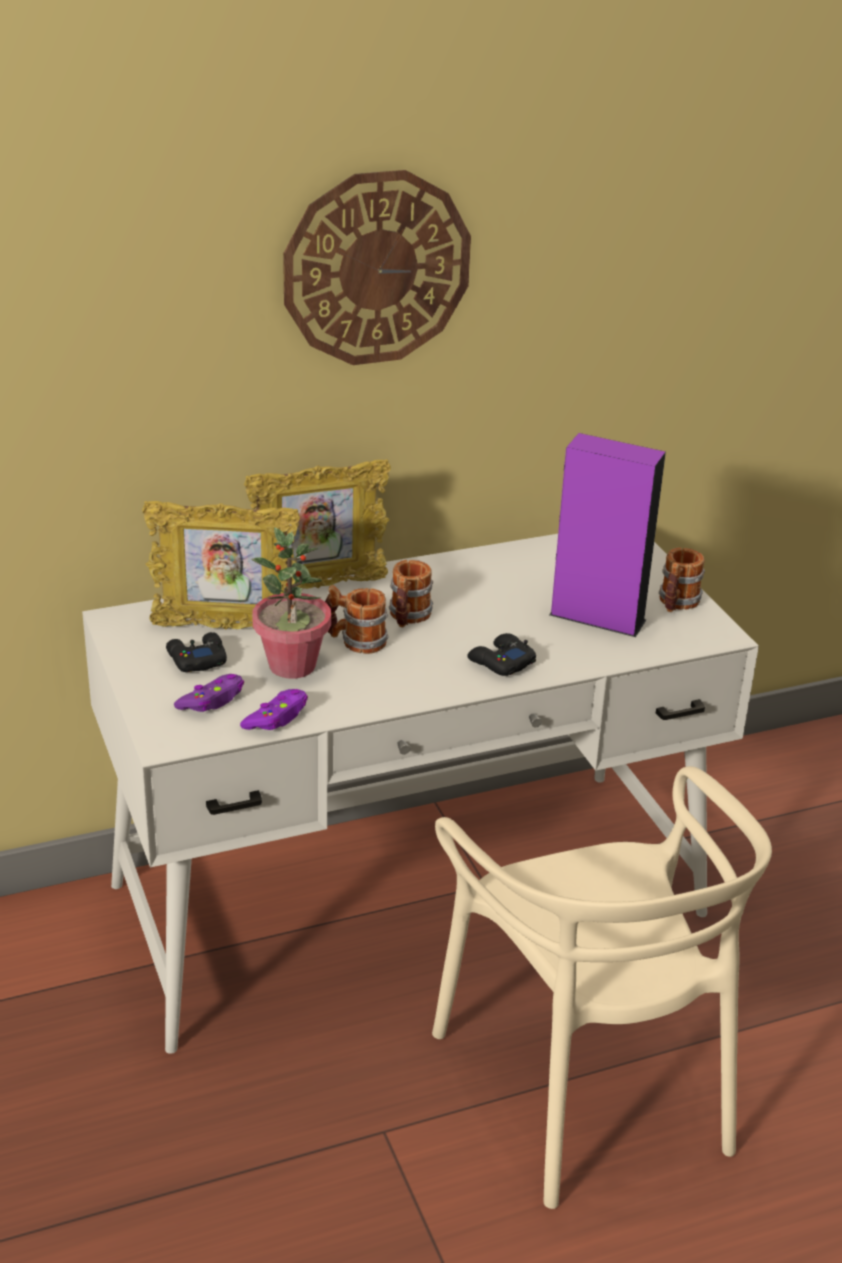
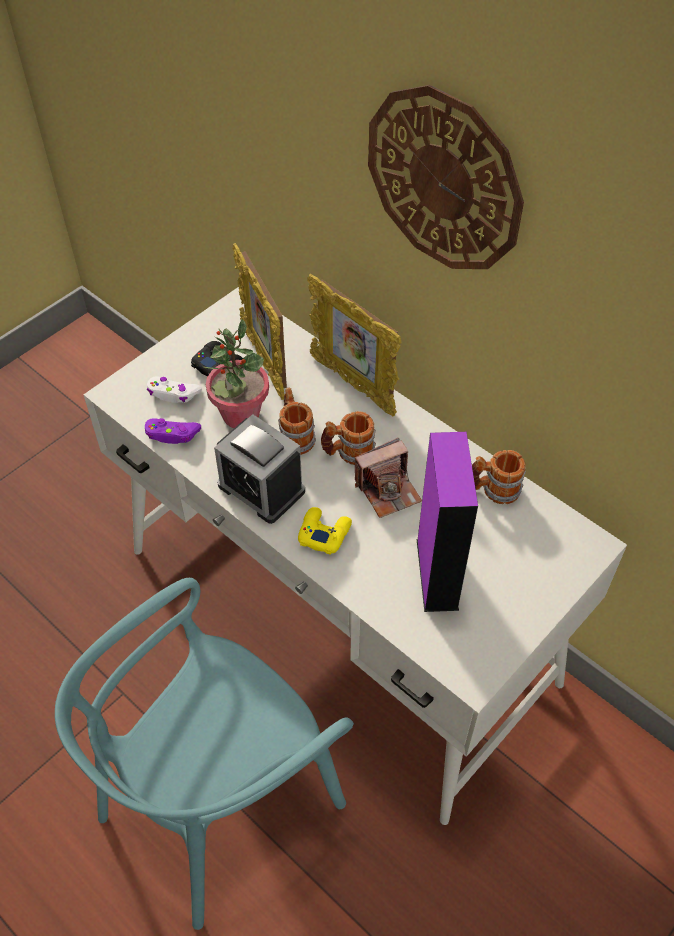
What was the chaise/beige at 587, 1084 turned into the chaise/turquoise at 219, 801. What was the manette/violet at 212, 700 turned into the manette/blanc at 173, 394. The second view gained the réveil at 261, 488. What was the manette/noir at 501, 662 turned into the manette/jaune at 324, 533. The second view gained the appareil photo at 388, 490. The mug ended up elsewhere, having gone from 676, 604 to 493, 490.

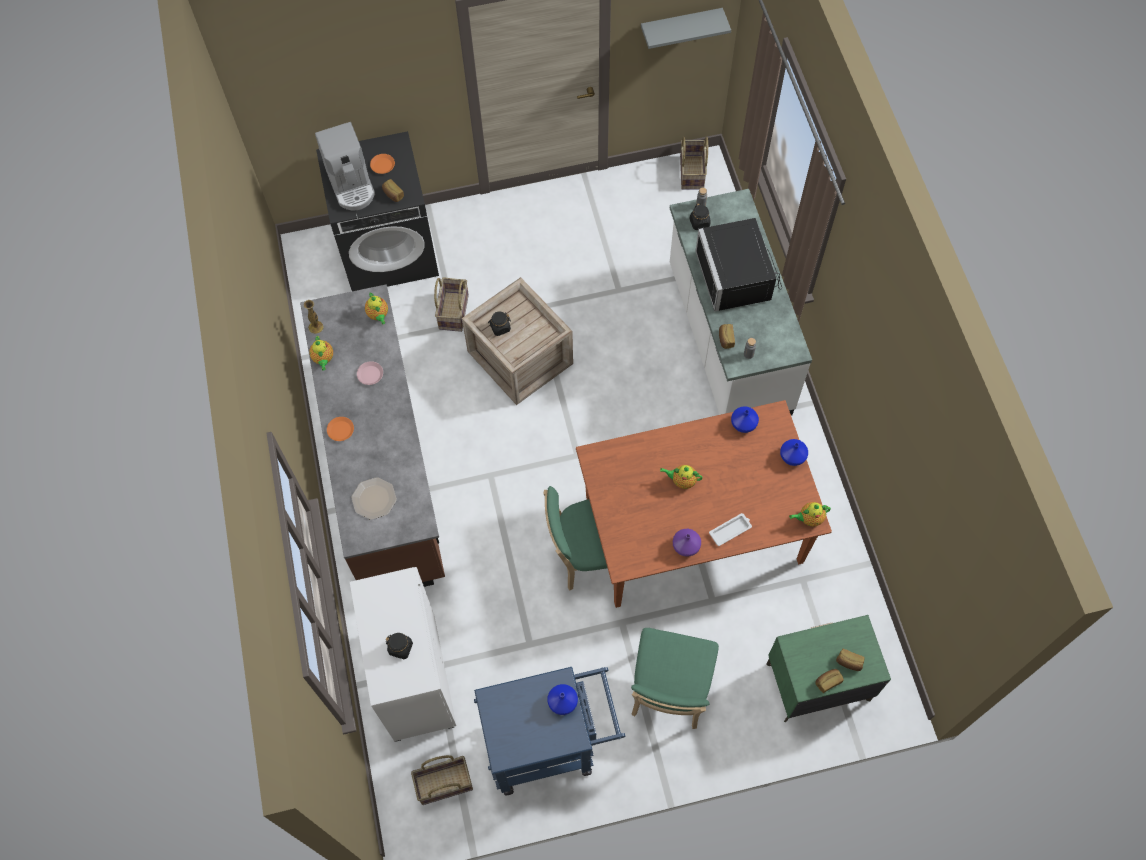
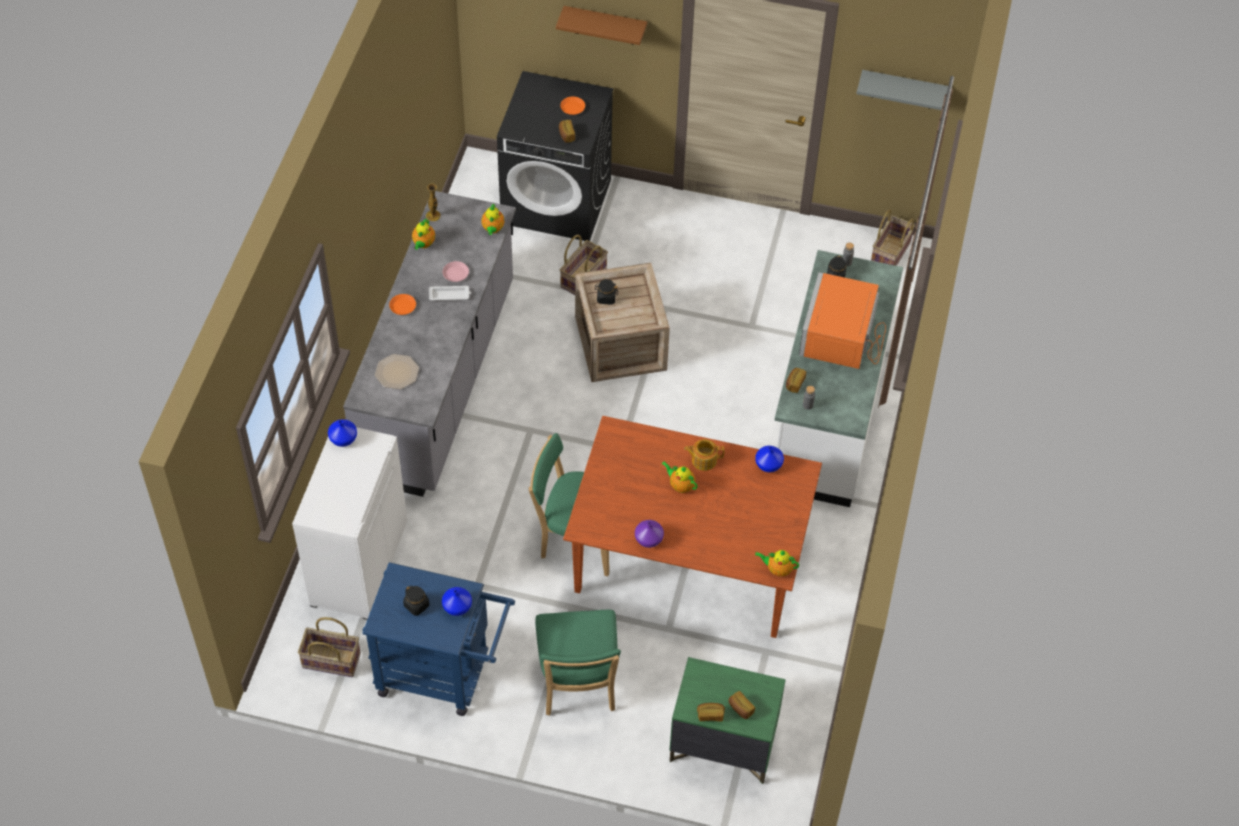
The vase/bleu ended up elsewhere, having gone from 792, 456 to 343, 439. What was the comptoir de cuisine/marron at 385, 468 turned into the comptoir de cuisine/gris at 440, 382. The bocal/noir ended up elsewhere, having gone from 401, 648 to 416, 605. The plateau/blanc ended up elsewhere, having gone from 730, 530 to 450, 295. The chaise/vert at 668, 693 ended up facing another way, 45 degrees counterclockwise from before. The second view gained the étagère/marron at 605, 25. The second view gained the théière at 703, 460. What was the micro-ondes/noir at 739, 276 turned into the micro-ondes/orange at 843, 337. The second view lost the machine à café at 351, 185.

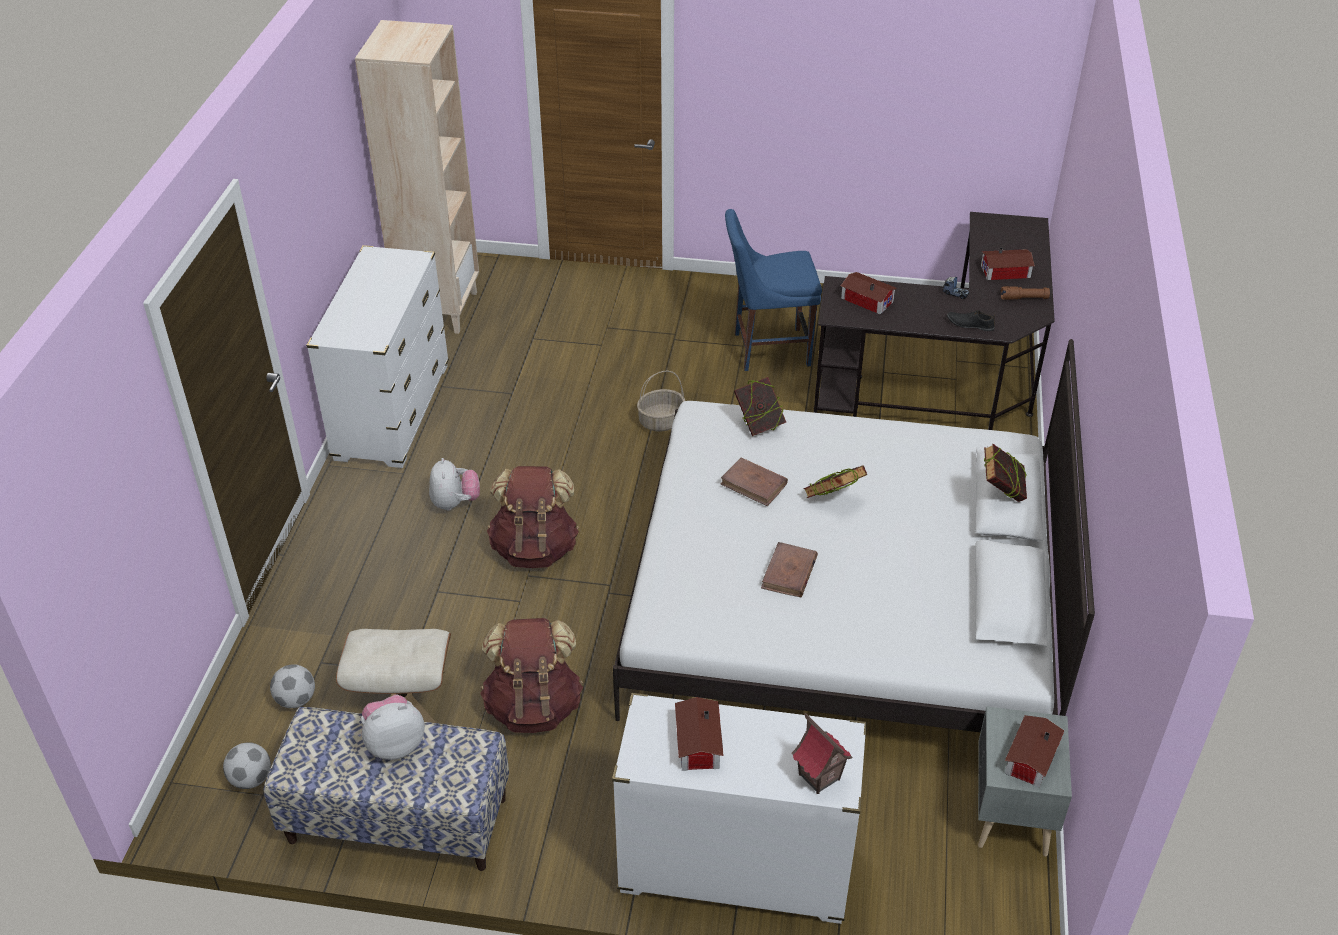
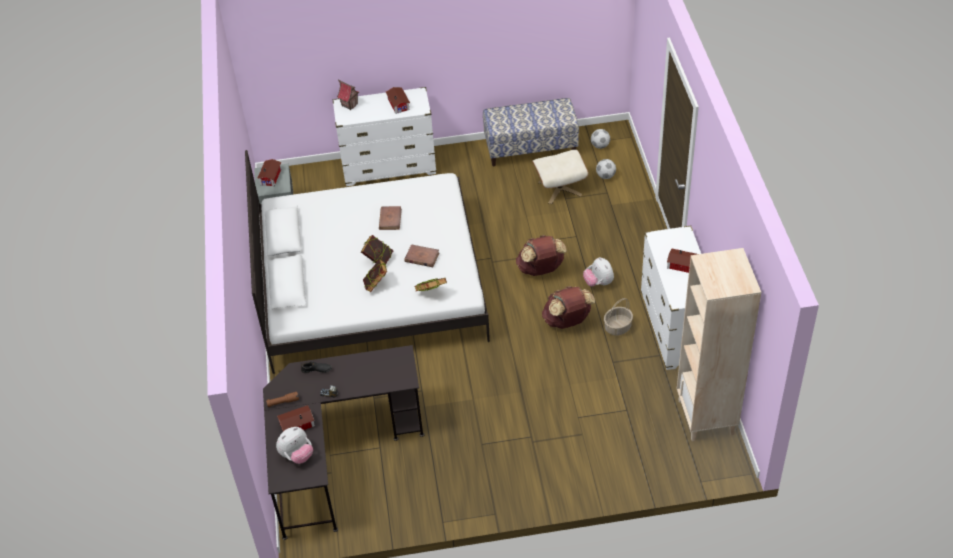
The peluche ended up elsewhere, having gone from 394, 744 to 297, 455. The livre ended up elsewhere, having gone from 1001, 492 to 376, 285. The sac à dos/marron ended up elsewhere, having gone from 534, 706 to 567, 321. The panier ended up elsewhere, having gone from 661, 422 to 617, 327. The maison miniature ended up elsewhere, having gone from 866, 299 to 683, 266. The second view lost the chaise/bleu at 767, 349.

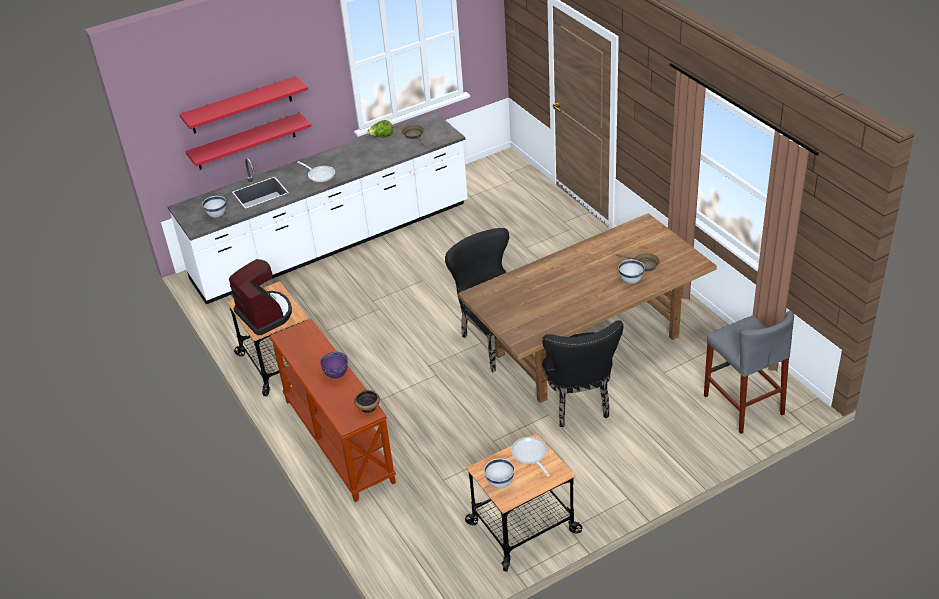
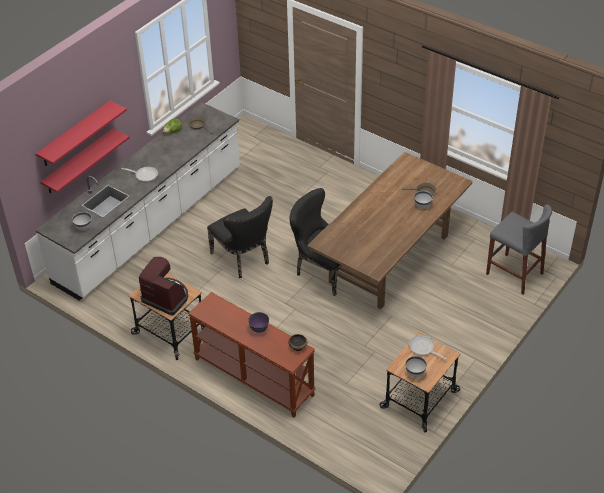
The chaise/noir ended up elsewhere, having gone from 576, 403 to 243, 259.

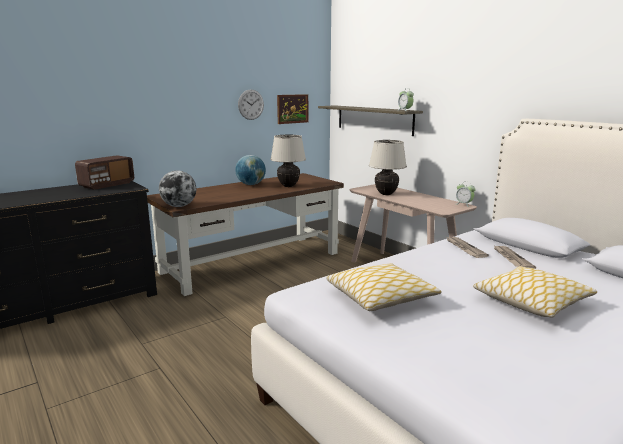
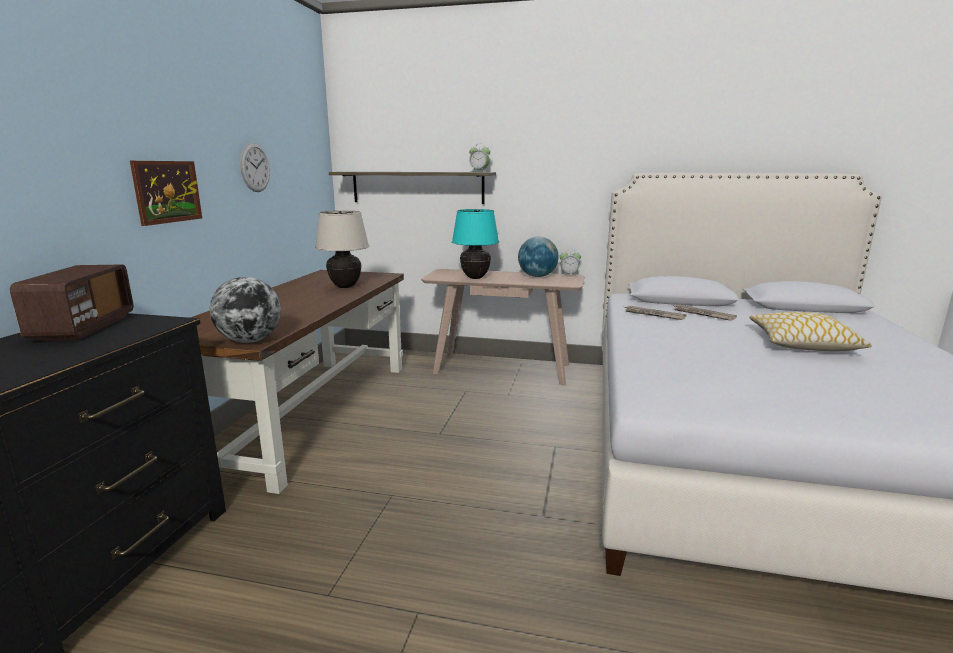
The tableau ended up elsewhere, having gone from 292, 109 to 167, 191. What was the lampe de table/beige at 386, 194 turned into the lampe de table/turquoise at 475, 277. The globe ended up elsewhere, having gone from 251, 184 to 537, 276. The second view lost the coussin at 380, 297.

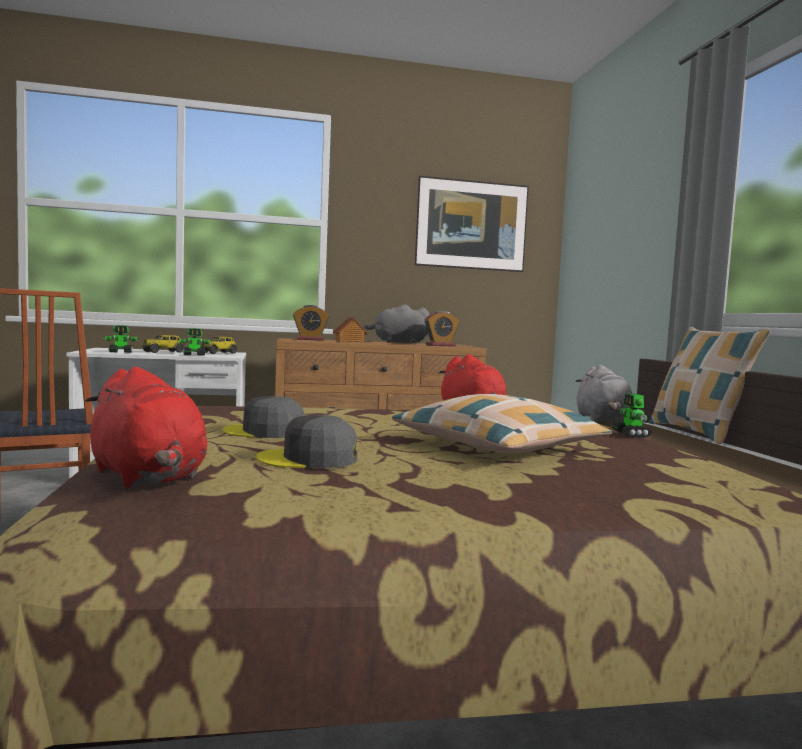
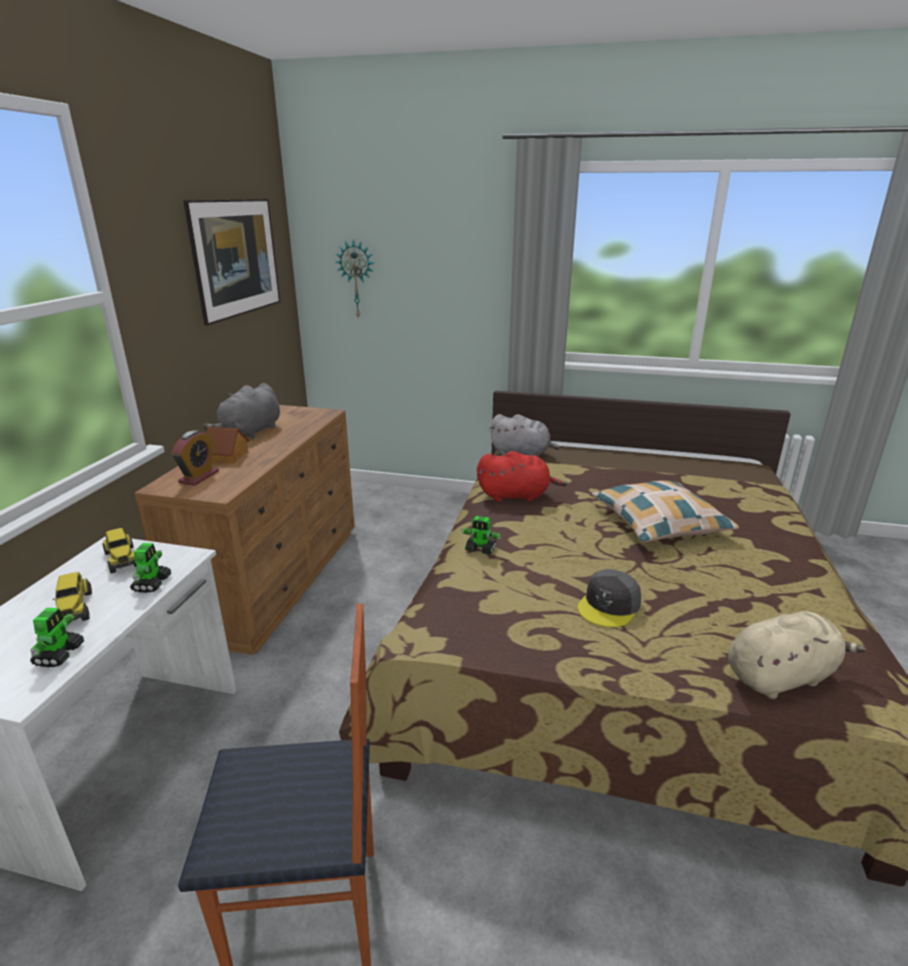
The second view gained the horloge murale at 357, 279. The robot jouet ended up elsewhere, having gone from 631, 435 to 481, 549. What was the peluche/rouge at 148, 478 turned into the peluche/beige at 781, 676. The second view lost the casquette/gris at 309, 459. The second view lost the réveil at 440, 345. The second view lost the coussin at 698, 433.

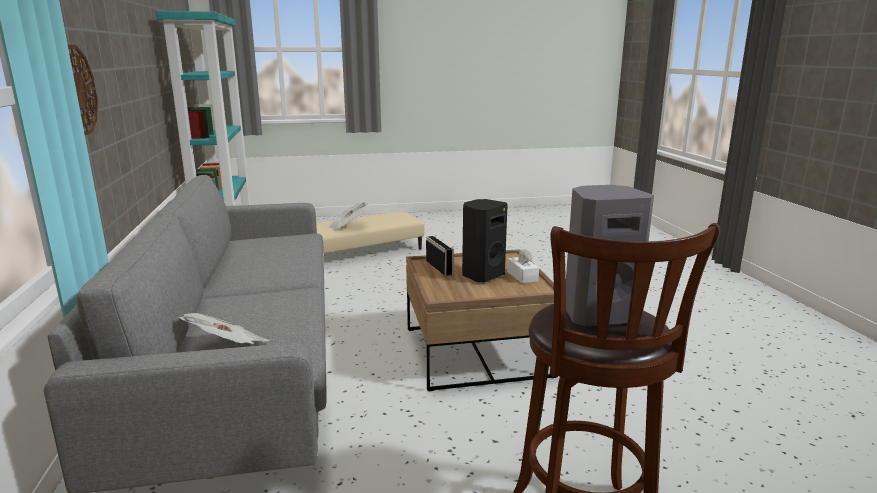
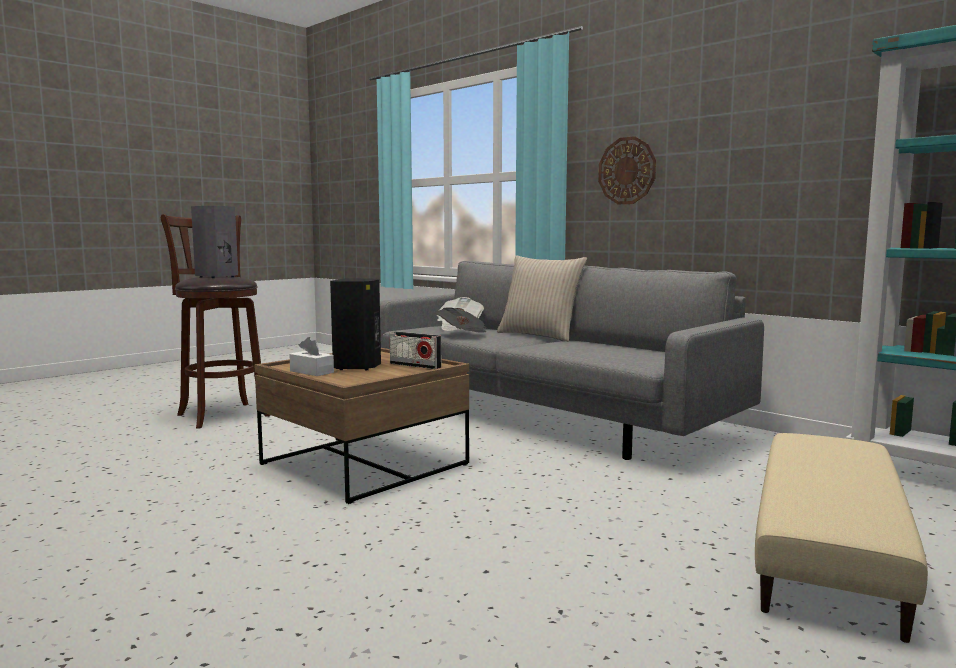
The journal ended up elsewhere, having gone from 347, 226 to 463, 335. The second view gained the coussin/beige at 540, 335.

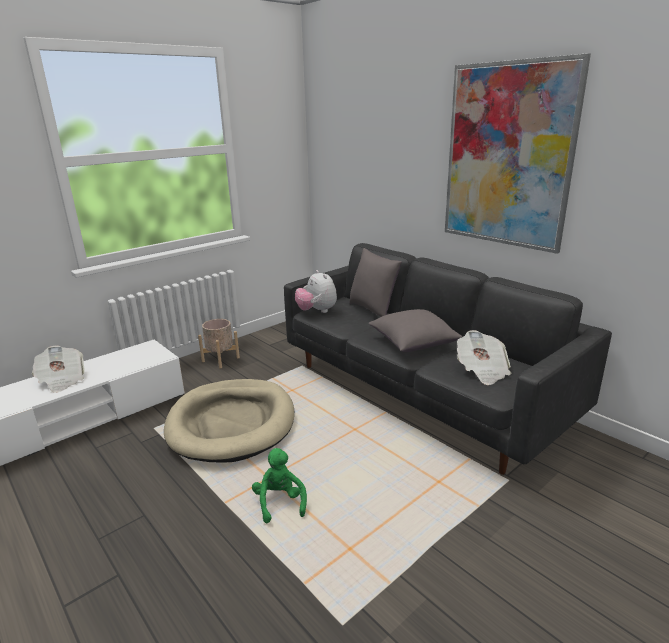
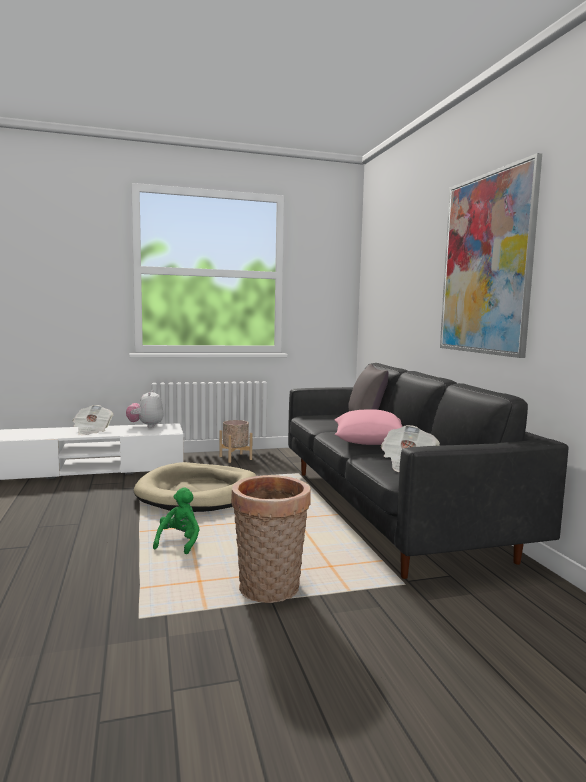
The peluche ended up elsewhere, having gone from 317, 311 to 146, 426. The second view gained the panier at 269, 590. What was the coussin/gris at 413, 343 turned into the coussin/rose at 368, 442.

